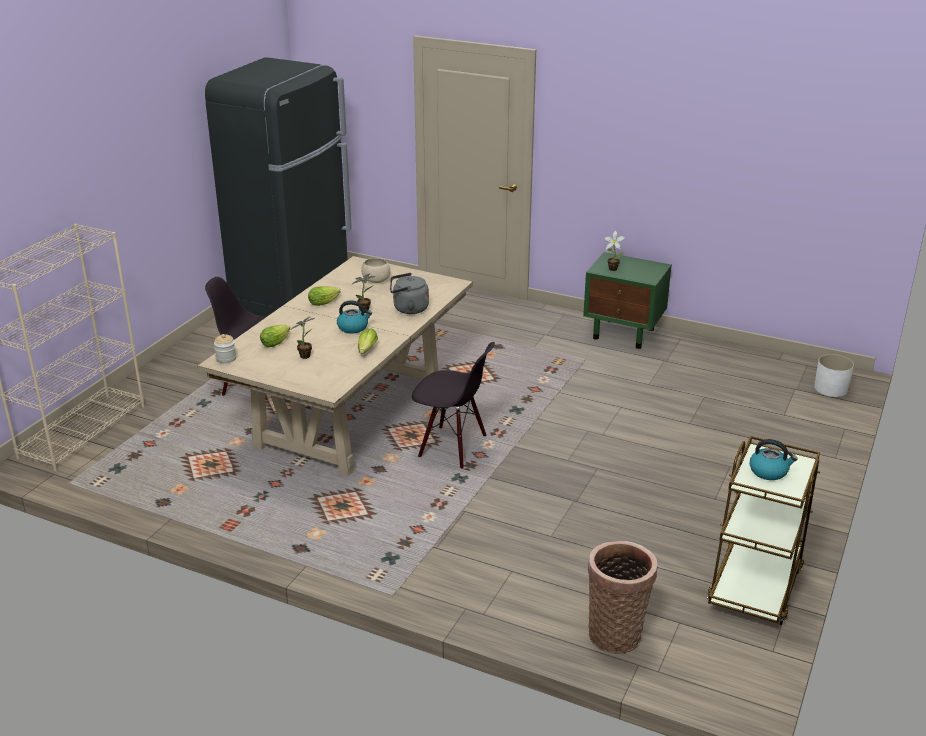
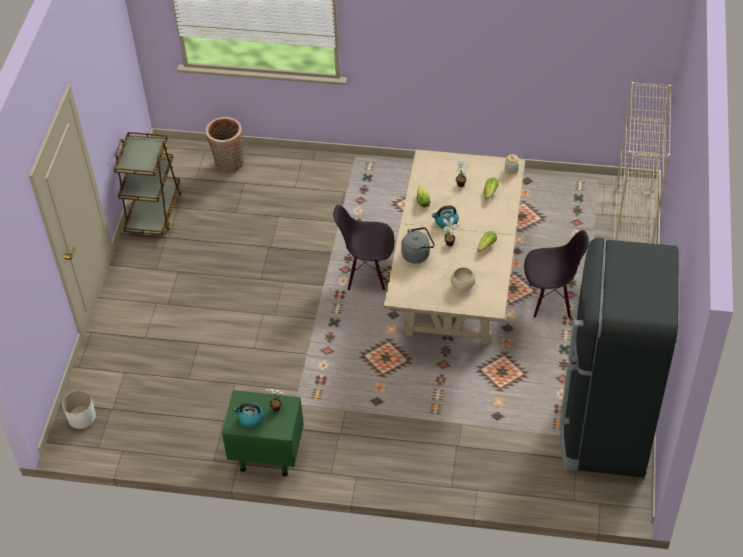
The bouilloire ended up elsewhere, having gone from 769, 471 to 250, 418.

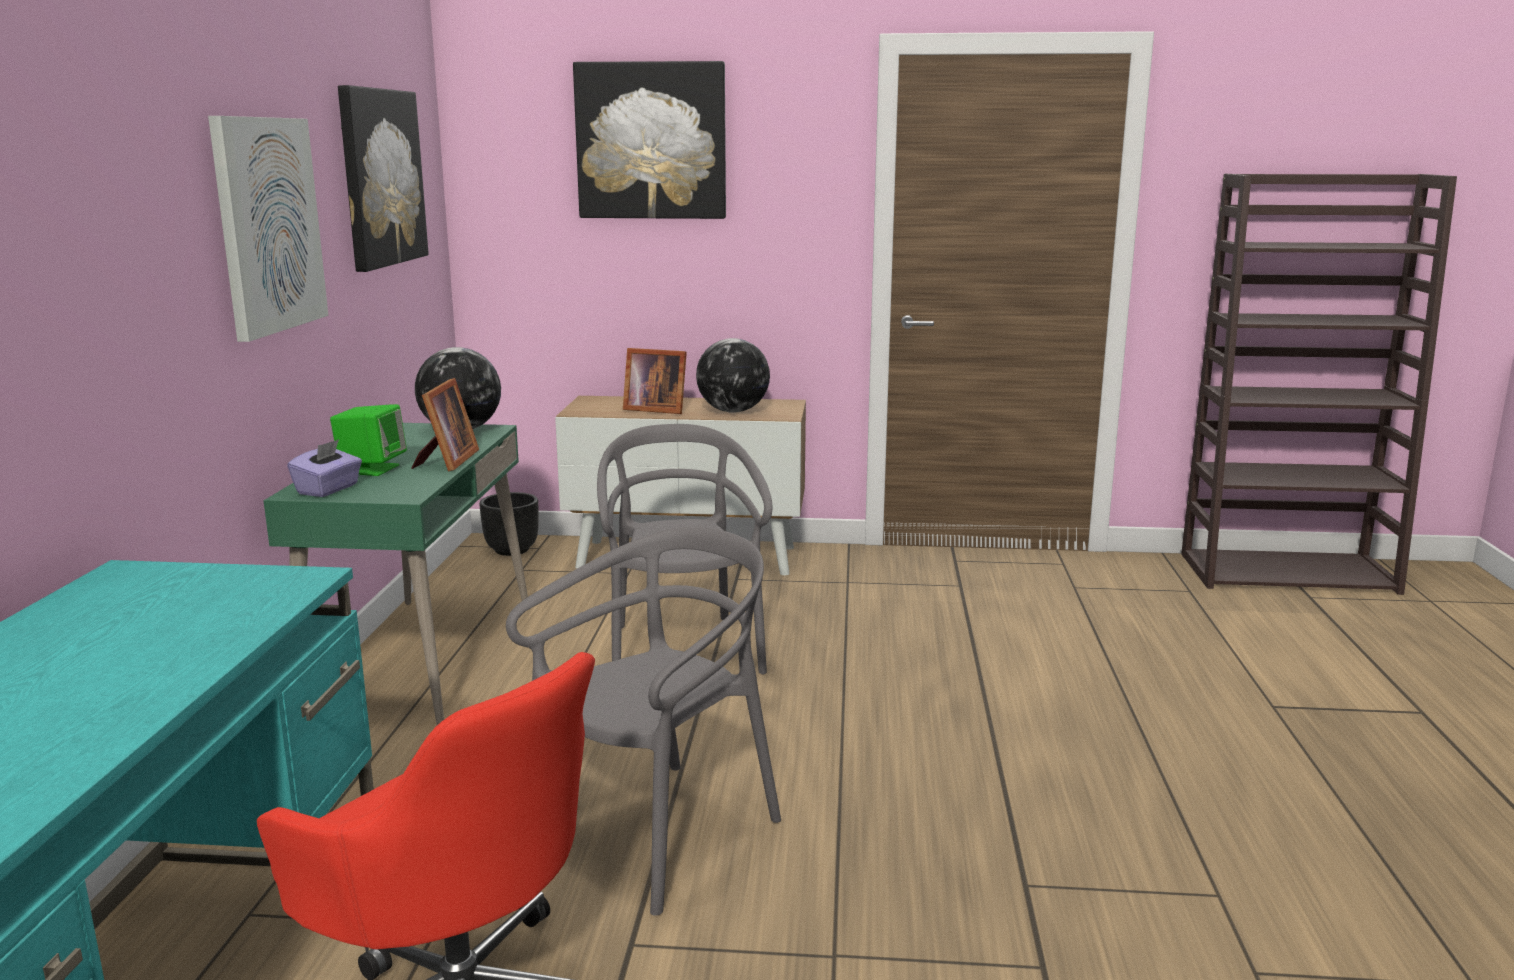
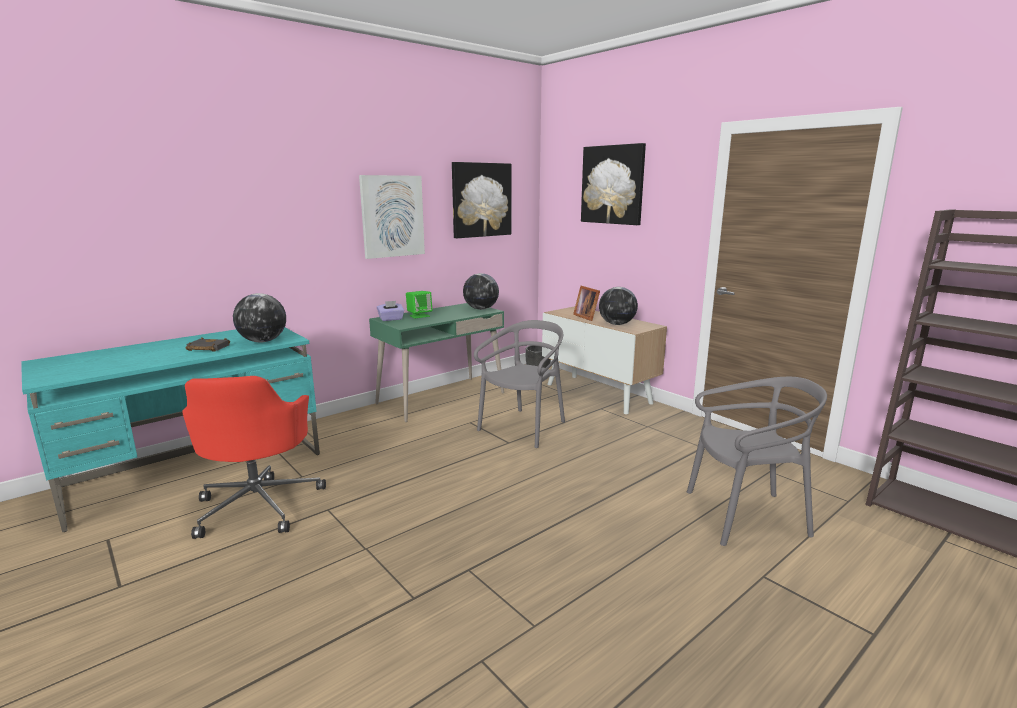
The second view gained the livre/noir at 207, 348. The second view gained the globe at 263, 341. The chaise/gris ended up elsewhere, having gone from 656, 832 to 745, 516. The second view lost the cadre photo at 446, 461.

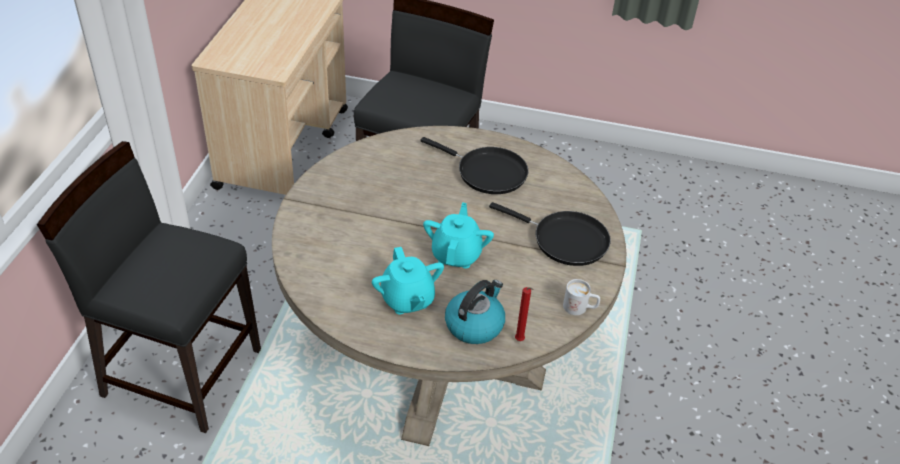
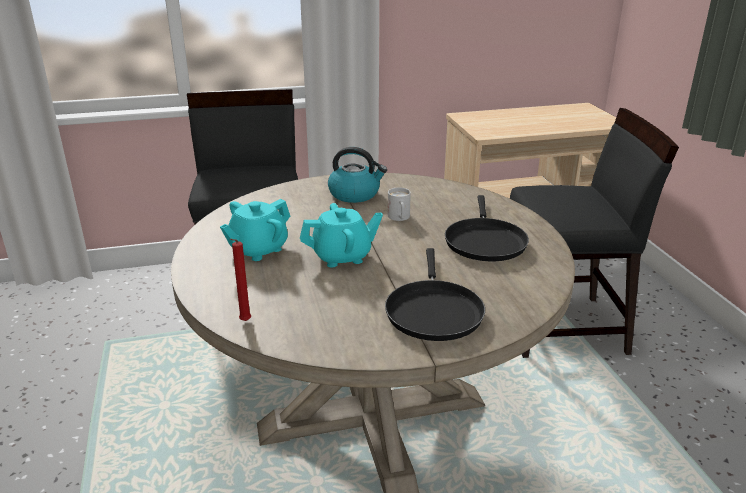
The bouilloire ended up elsewhere, having gone from 474, 324 to 355, 194. The mug/blanc ended up elsewhere, having gone from 580, 308 to 399, 218.

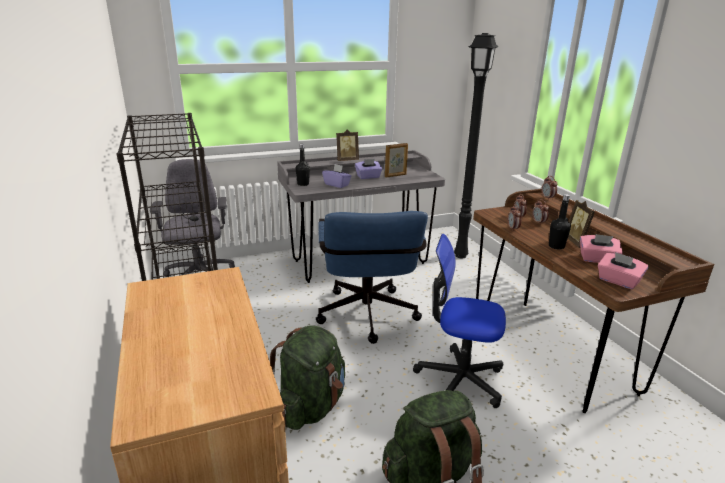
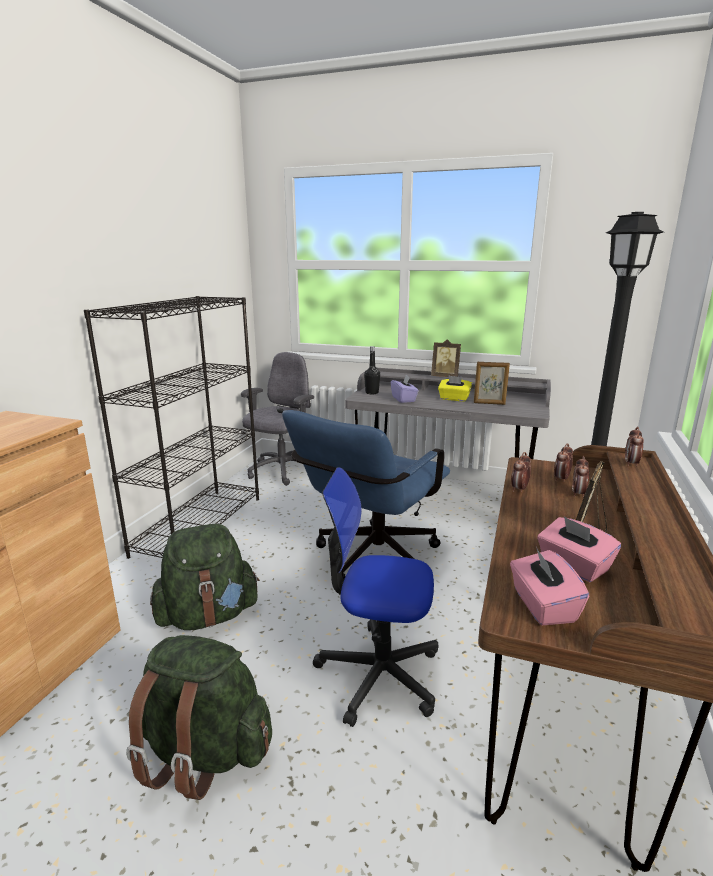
The chaise de bureau at 459, 380 ended up facing another way, 45 degrees counterclockwise from before. What was the boîte à mouchoirs/violet at 368, 177 turned into the boîte à mouchoirs/jaune at 454, 399. The second view lost the bouteille/noir at 556, 246.

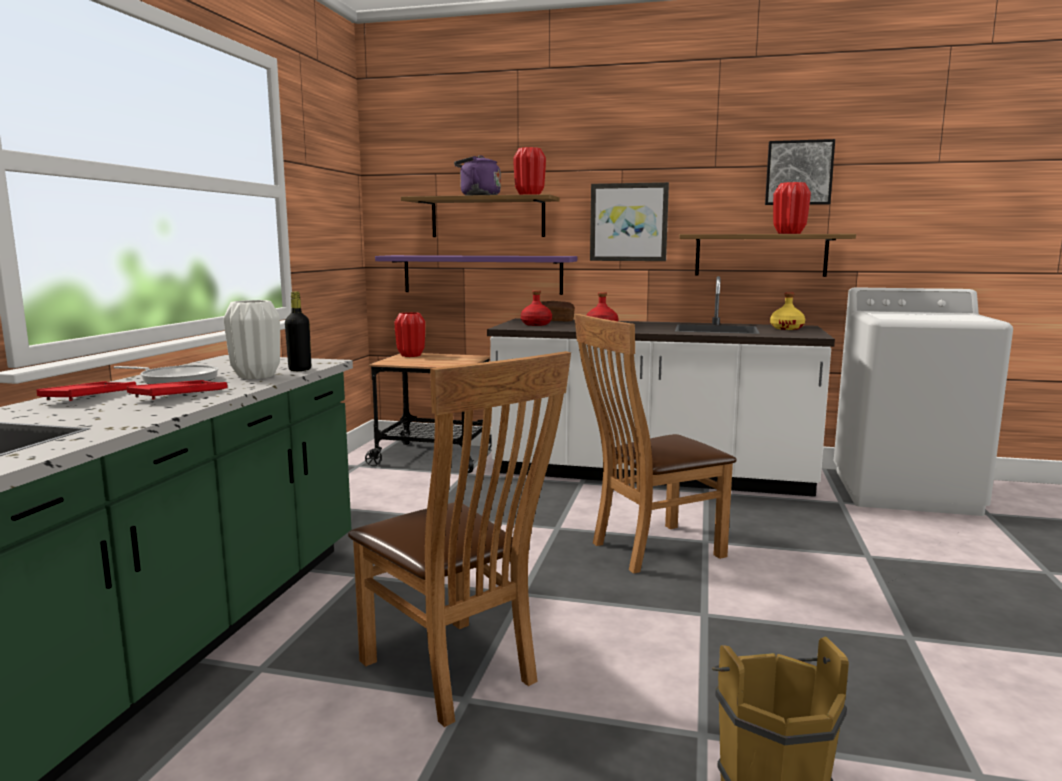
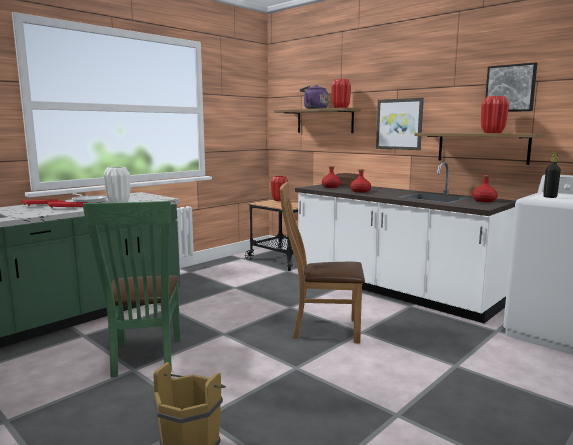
What was the chaise/marron at 456, 674 turned into the chaise/vert at 144, 359. What was the bouteille/jaune at 787, 328 turned into the bouteille/rouge at 484, 201. The bouteille/noir ended up elsewhere, having gone from 300, 369 to 550, 197. The second view lost the étagère/violet at 482, 274.

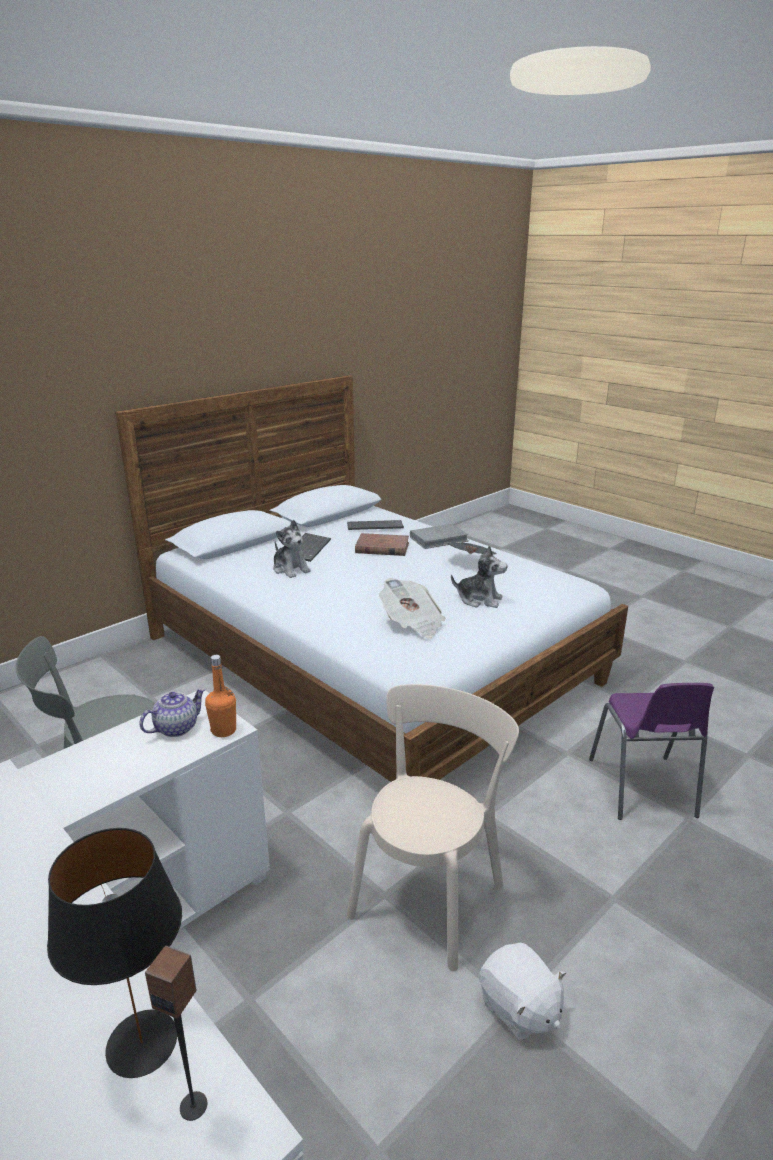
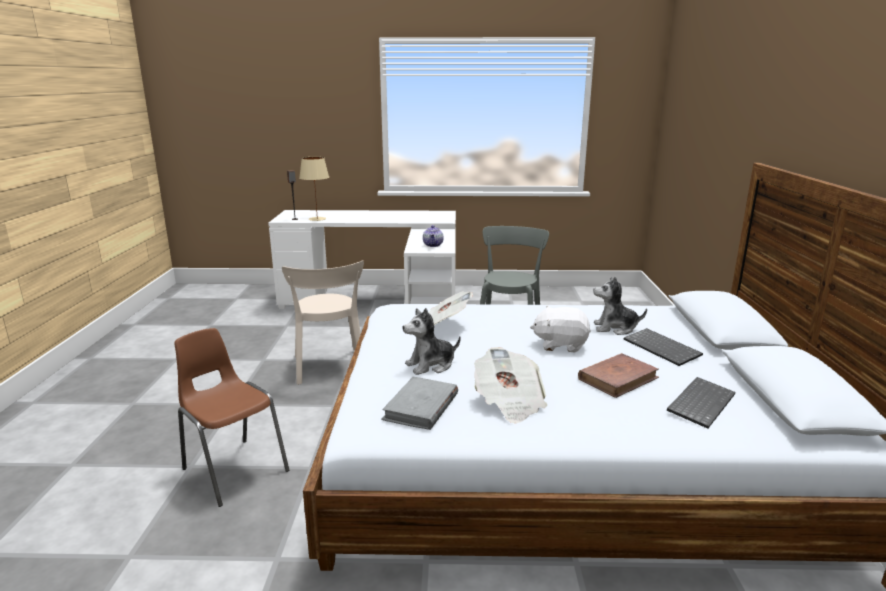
What was the chaise/violet at 642, 789 turned into the chaise/marron at 234, 469. What was the lampe de table/noir at 142, 1041 turned into the lampe de table/beige at 317, 219. The livre/gris ended up elsewhere, having gone from 439, 539 to 421, 407. The peluche/blanc ended up elsewhere, having gone from 519, 1008 to 560, 344. The second view lost the bouteille/orange at 223, 730.

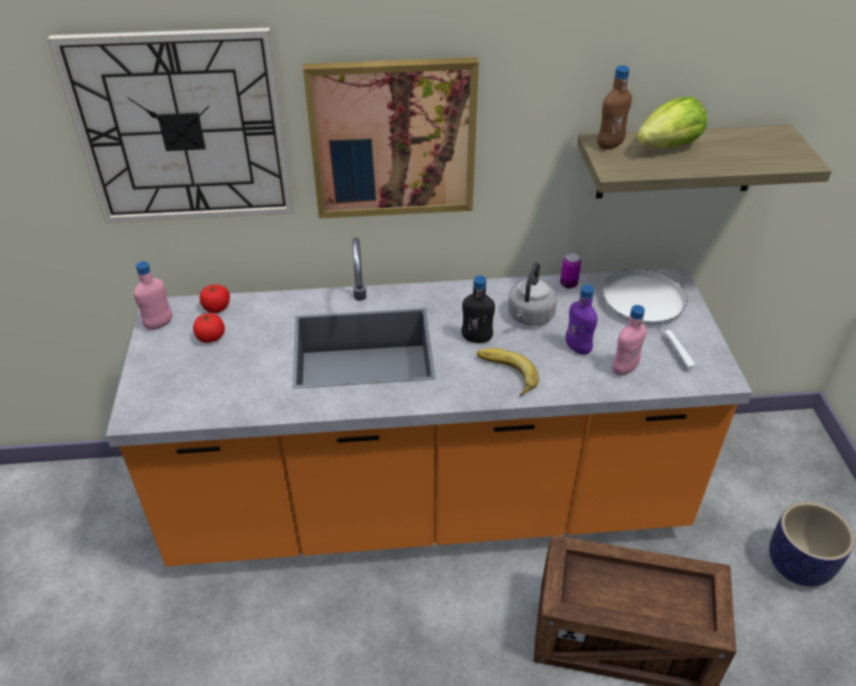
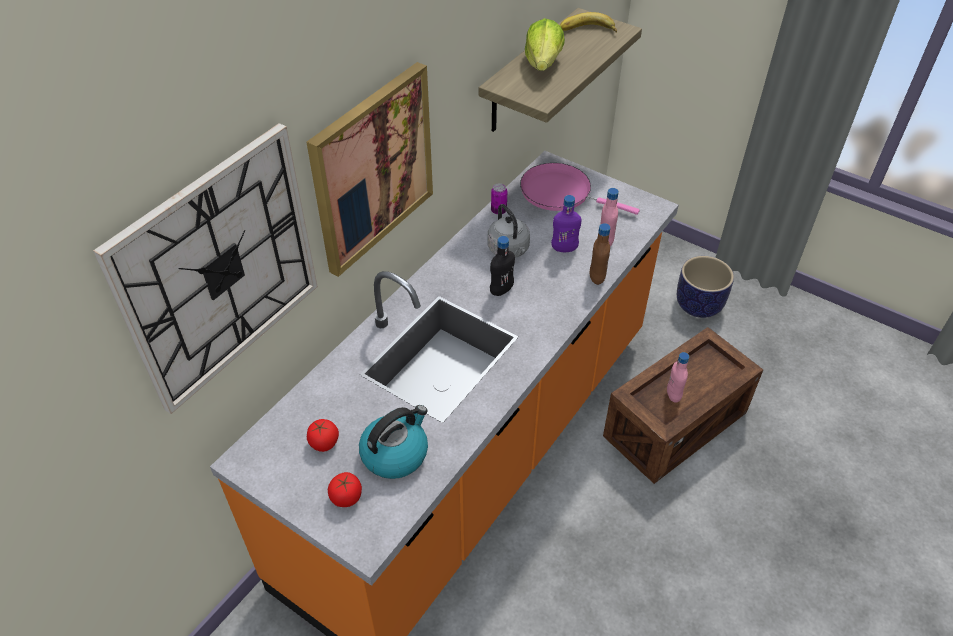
The tomate ended up elsewhere, having gone from 216, 308 to 346, 497. The second view gained the bouilloire at 395, 453. What was the poêle/blanc at 646, 307 turned into the poêle/rose at 561, 193. The banane ended up elsewhere, having gone from 505, 375 to 587, 31. The bouteille/marron ended up elsewhere, having gone from 609, 145 to 597, 277. The bouteille/rose ended up elsewhere, having gone from 159, 324 to 673, 395.

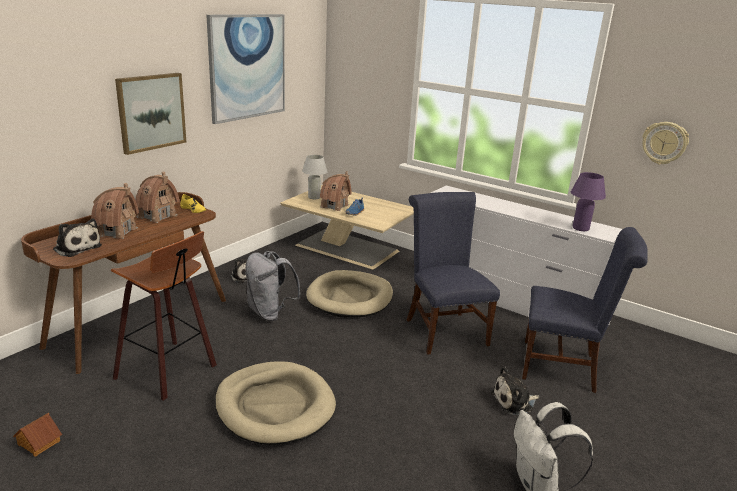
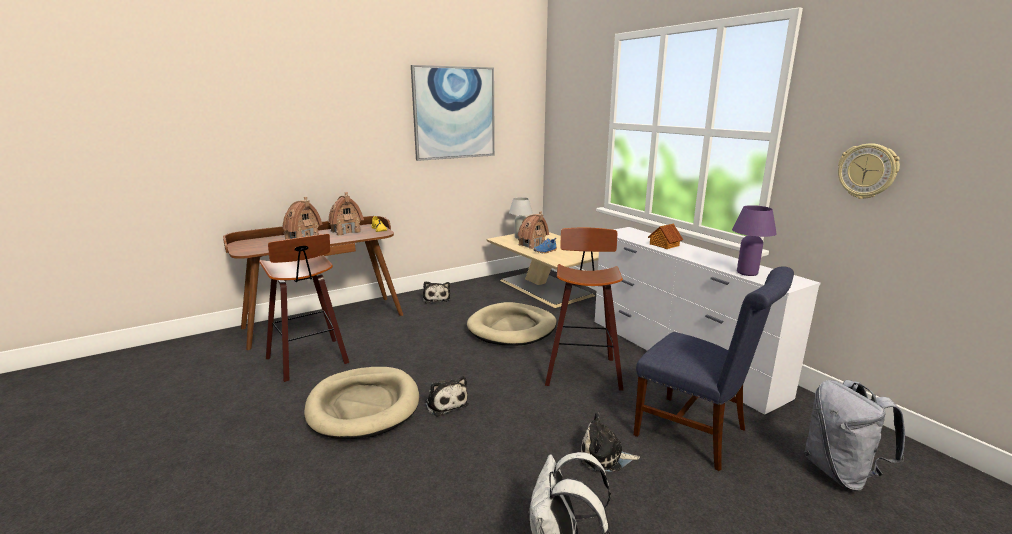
The peluche ended up elsewhere, having gone from 76, 247 to 445, 403. Where the chaise/bleu stood at 443, 329, the tabouret came to stand at 582, 370. The maison miniature ended up elsewhere, having gone from 38, 443 to 664, 245. The sac à dos/gris ended up elsewhere, having gone from 270, 313 to 840, 473. The second view lost the tableau at 151, 112.

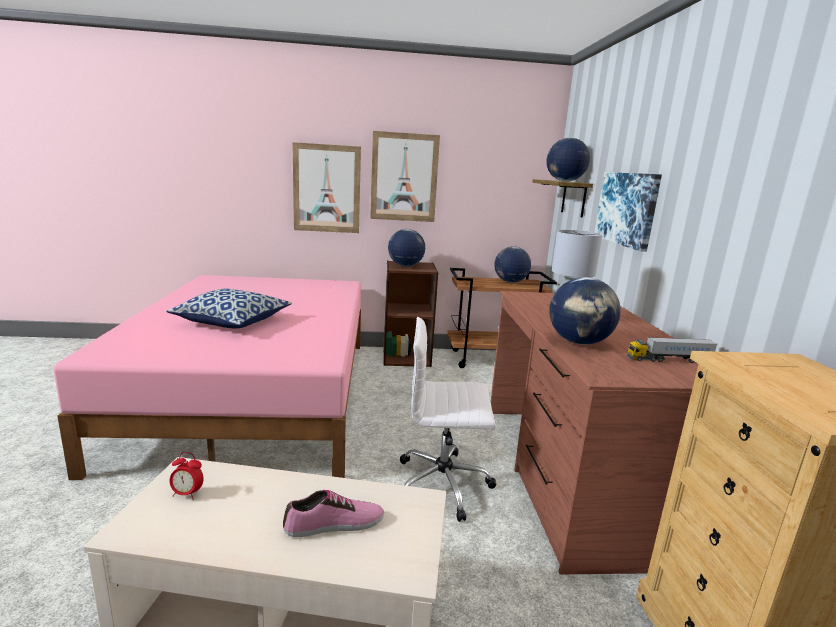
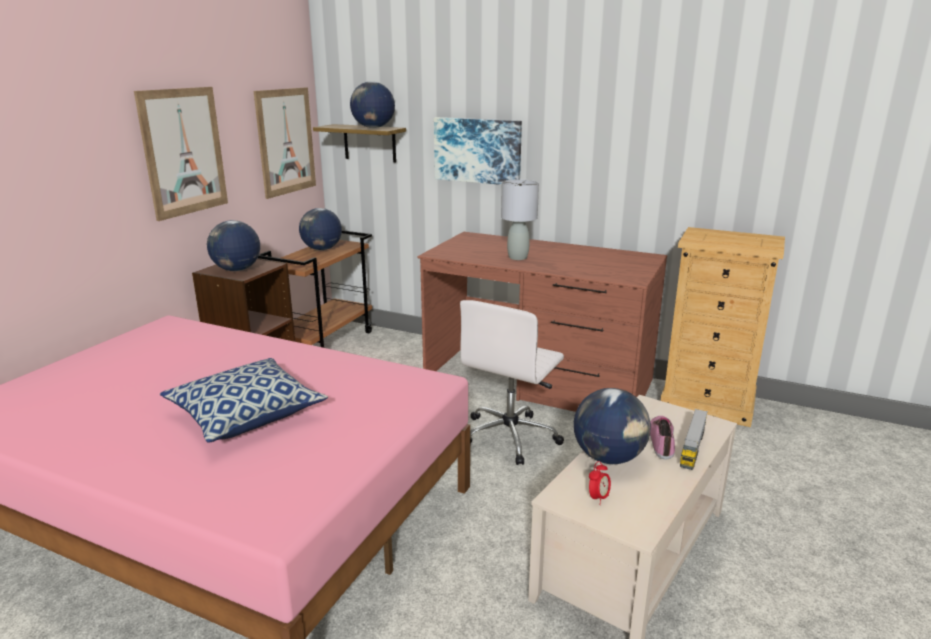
The tableau ended up elsewhere, having gone from 326, 189 to 286, 141. The globe ended up elsewhere, having gone from 579, 342 to 609, 458. The camion jouet ended up elsewhere, having gone from 669, 360 to 692, 447.

